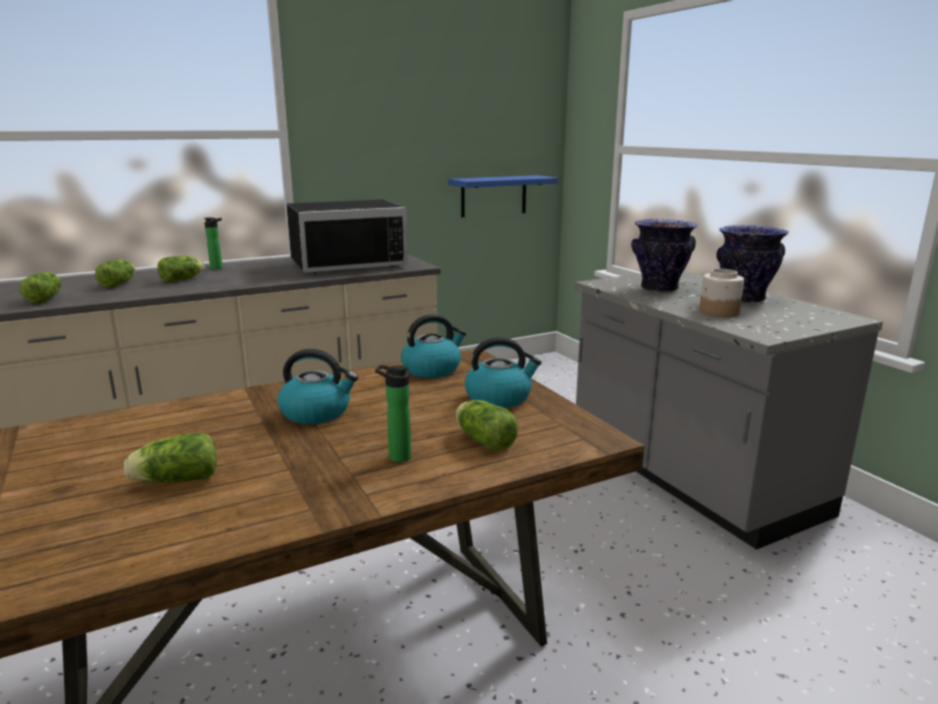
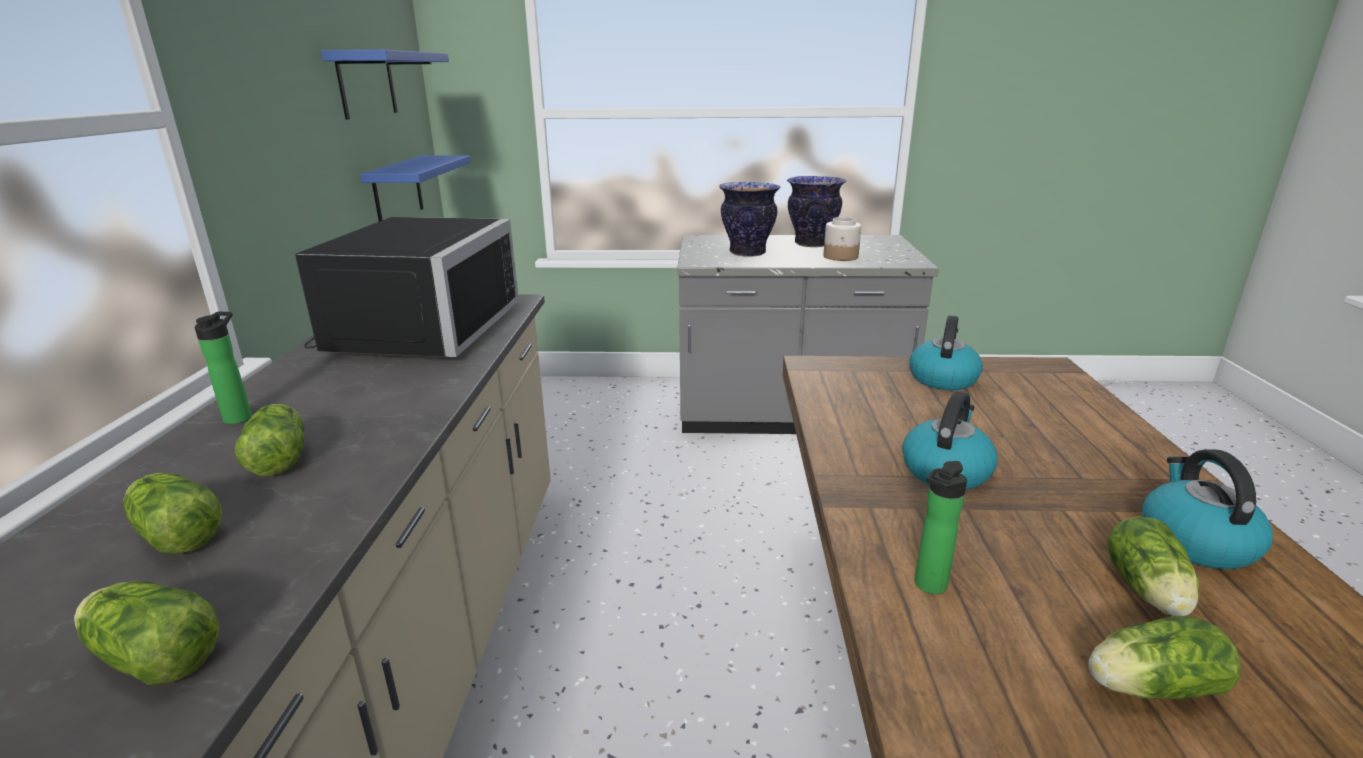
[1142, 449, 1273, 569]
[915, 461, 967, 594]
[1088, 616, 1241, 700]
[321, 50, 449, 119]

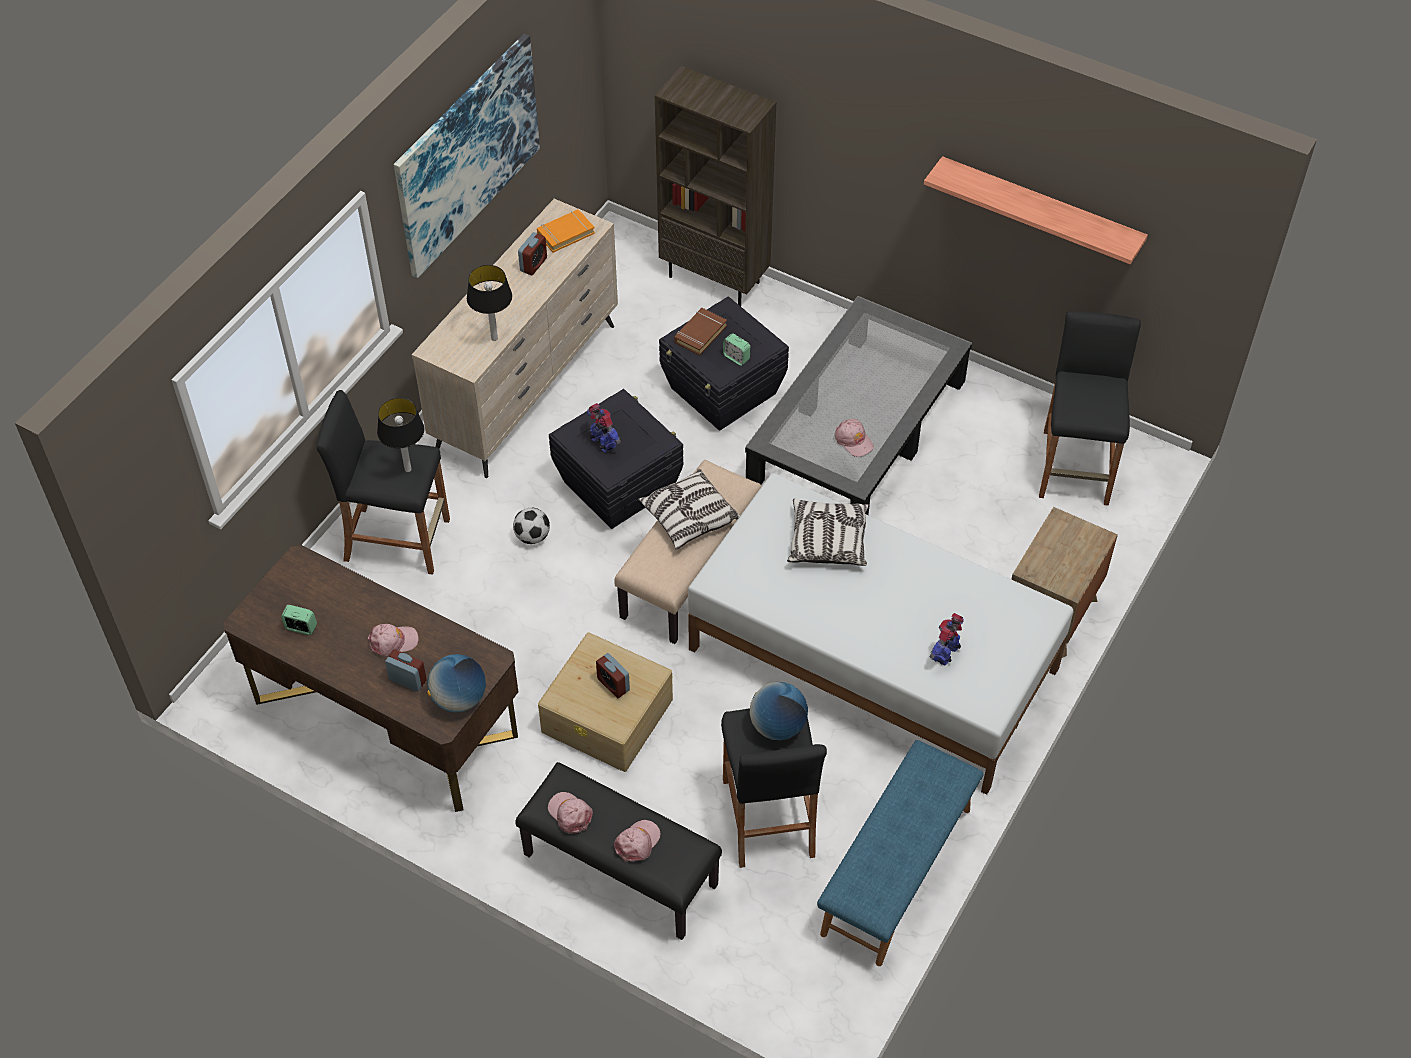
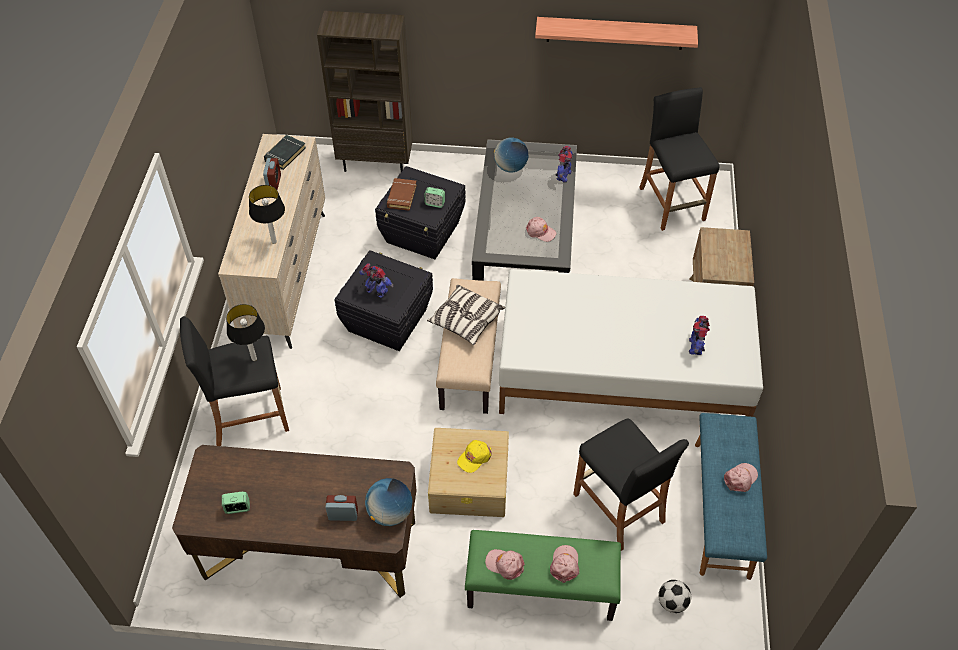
[394, 34, 540, 278] (first image)
[264, 135, 306, 170]
[787, 498, 869, 566] (first image)
[658, 580, 691, 613]
[724, 463, 758, 492]
[457, 440, 492, 473]
[494, 138, 528, 172]
[465, 530, 621, 621]
[556, 146, 573, 182]

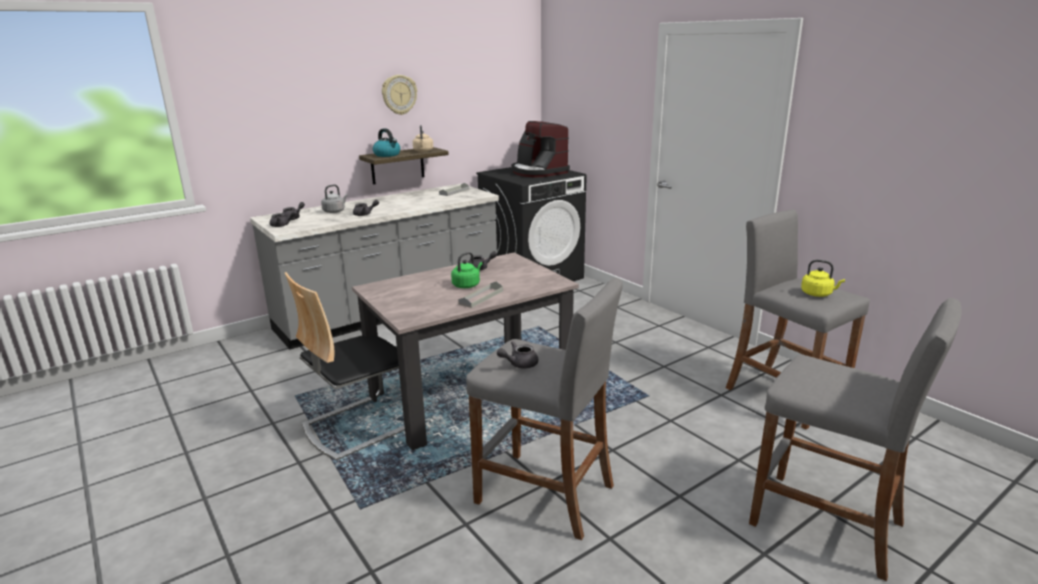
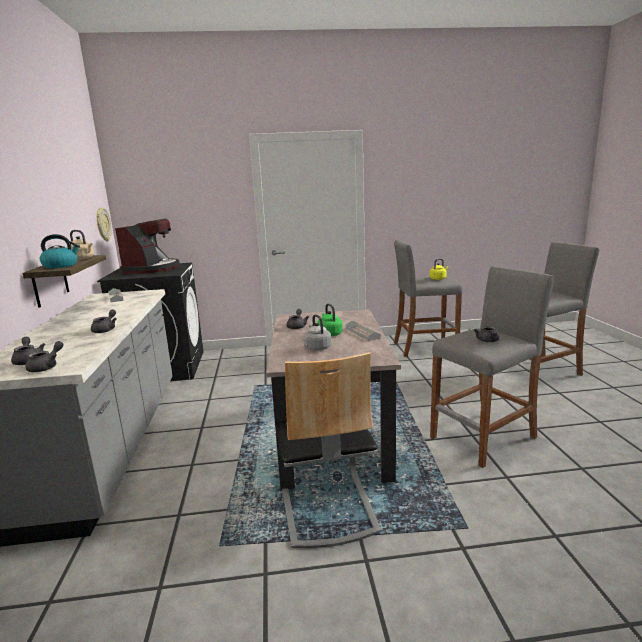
[96, 207, 112, 241]
[115, 219, 180, 274]
[303, 314, 331, 351]

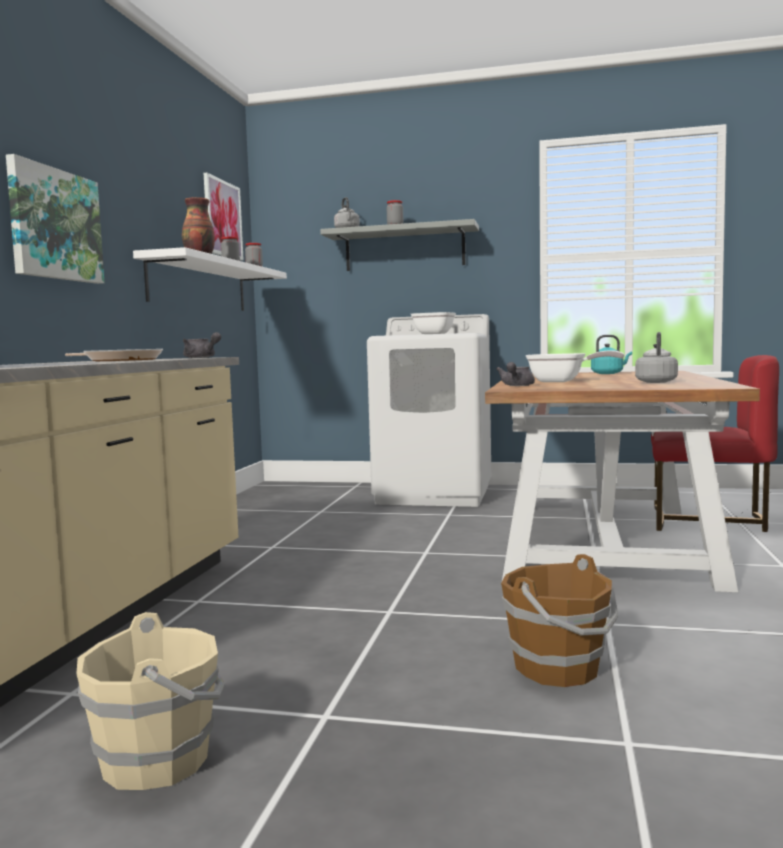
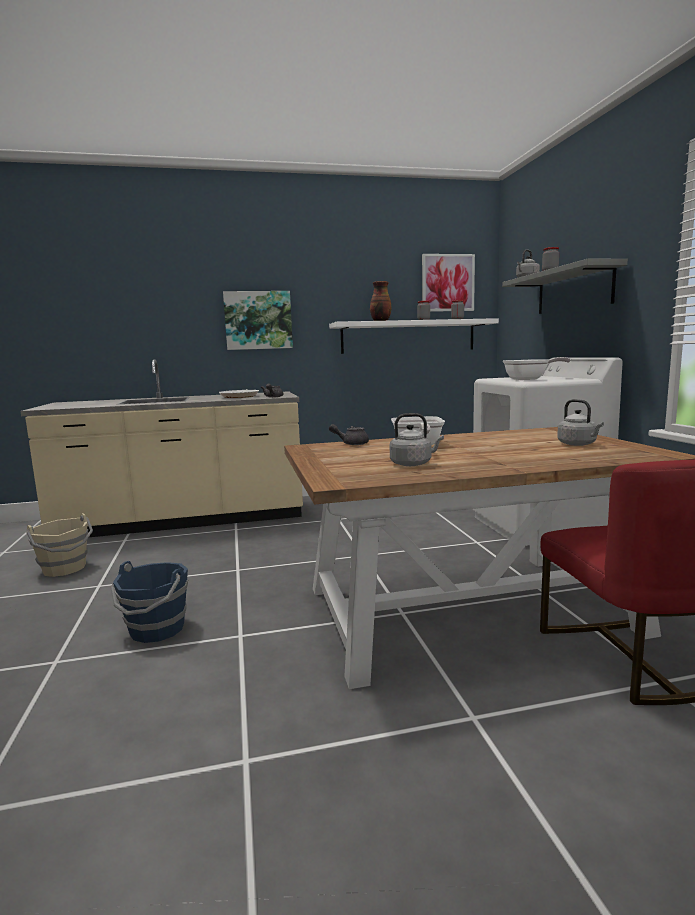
[557, 399, 604, 446]
[110, 561, 188, 643]

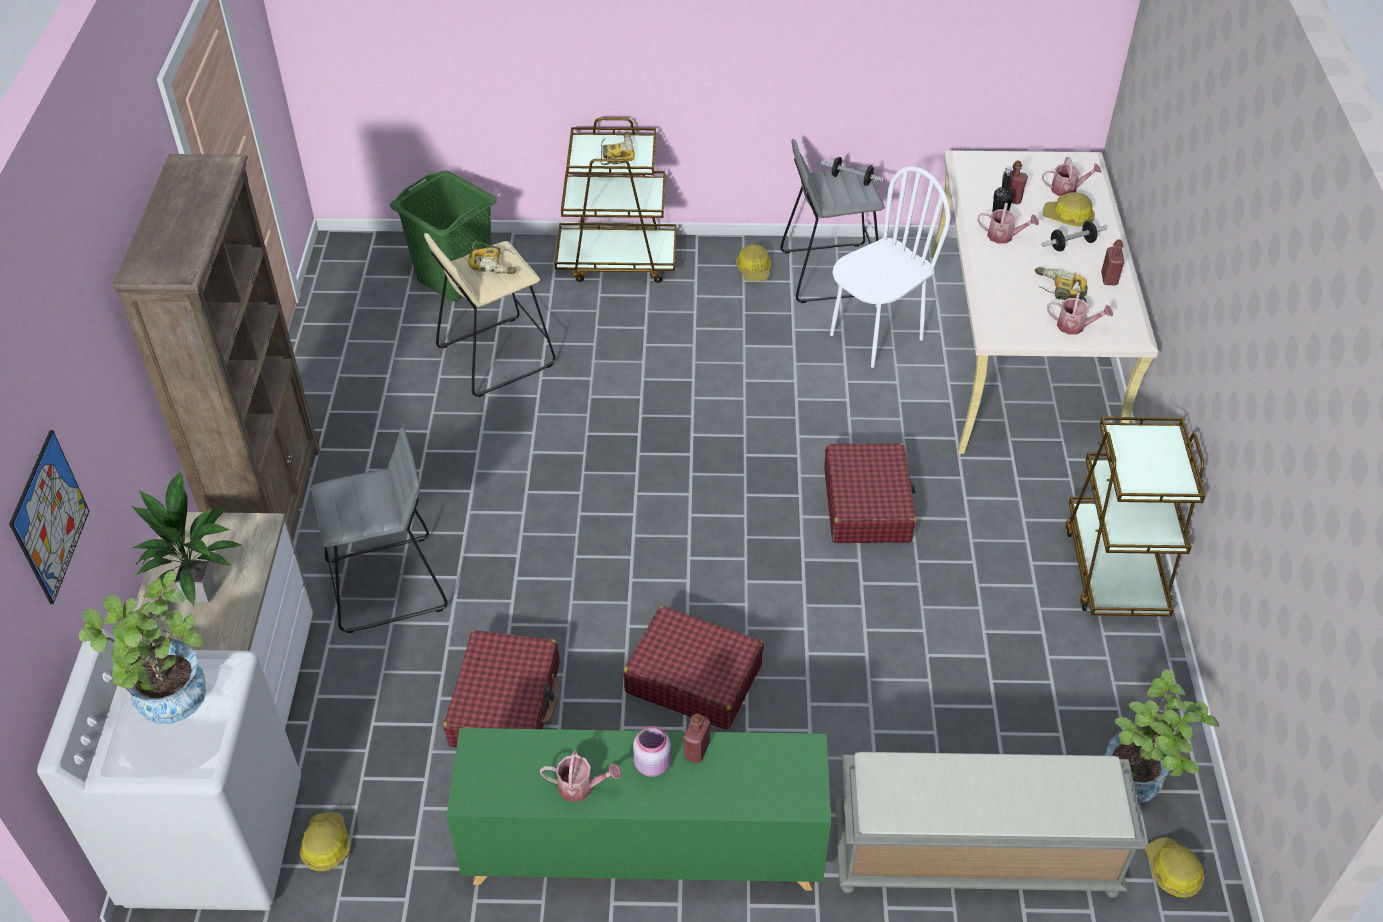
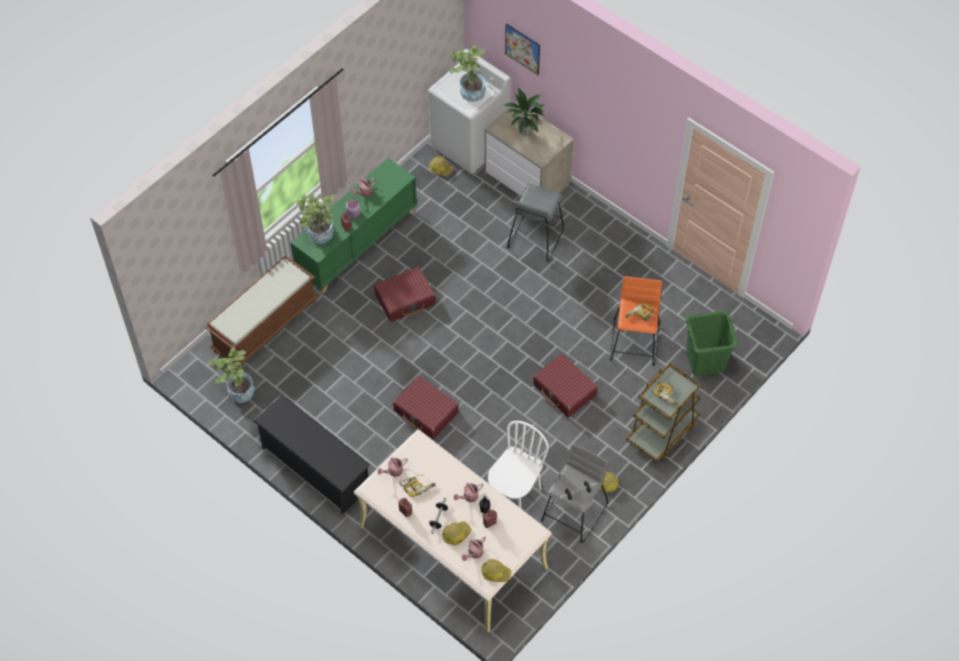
[113, 154, 320, 537] (first image)
[488, 421, 549, 508]
[609, 276, 662, 366]
[253, 394, 370, 514]
[533, 354, 598, 418]
[206, 256, 318, 369]
[481, 559, 512, 582]
[297, 193, 335, 244]

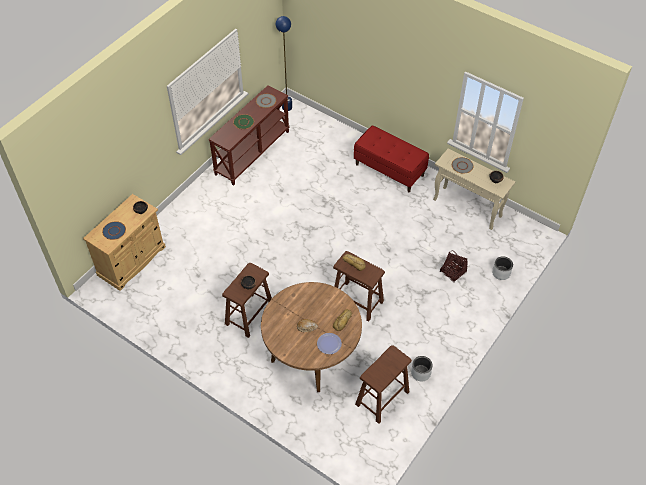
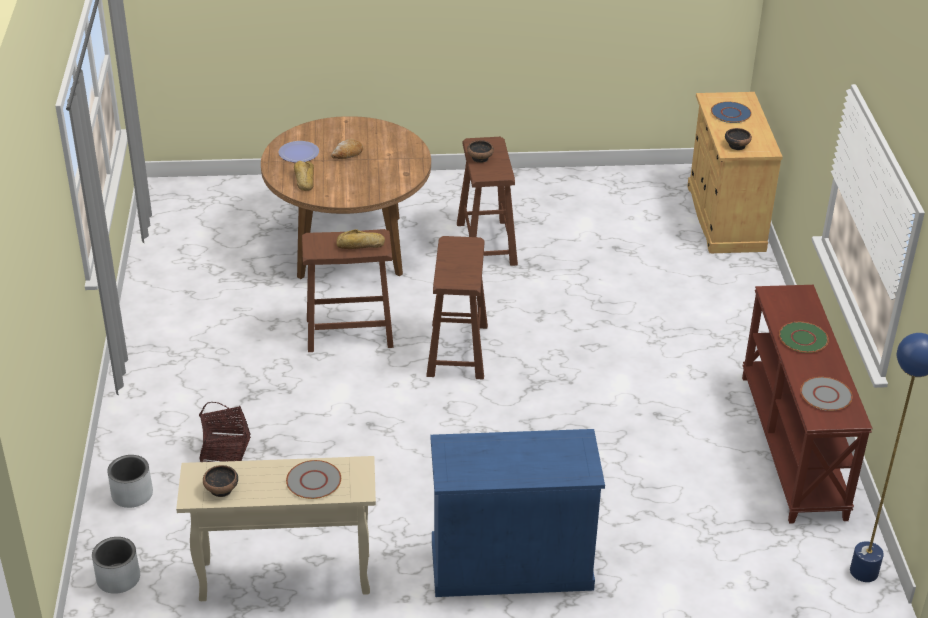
[430, 429, 605, 597]
[426, 236, 488, 379]
[92, 537, 140, 594]

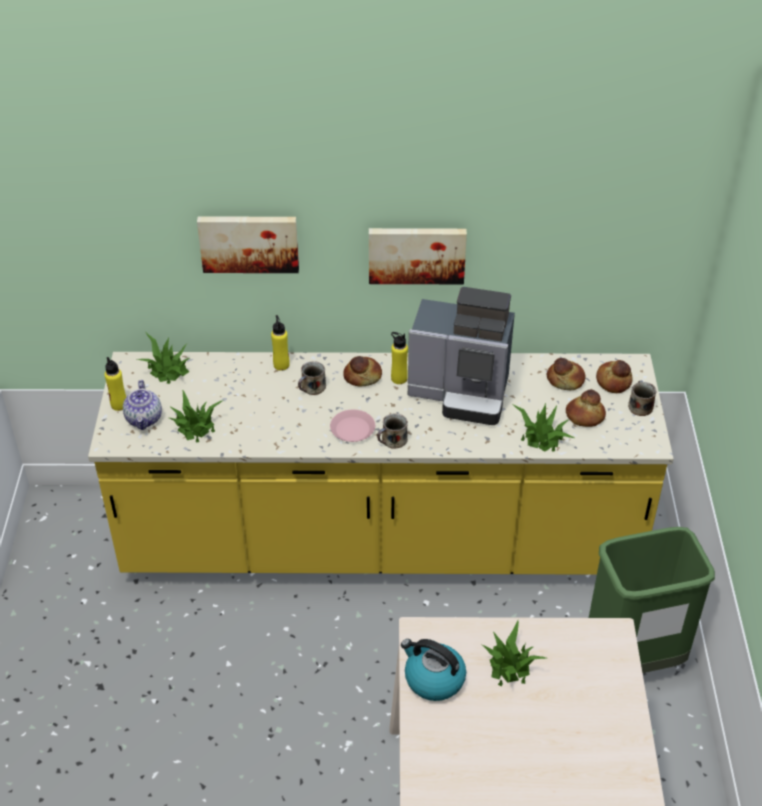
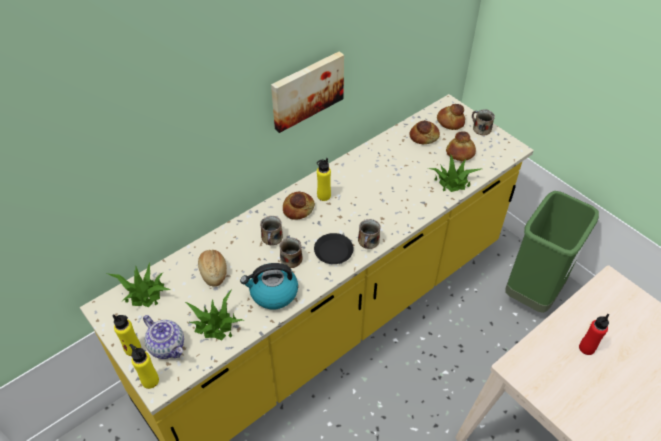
[197, 216, 299, 273] (first image)
[408, 287, 515, 425] (first image)
[129, 344, 159, 389]
[314, 233, 354, 264]
[579, 314, 609, 355]
[240, 263, 298, 309]
[279, 236, 303, 268]
[198, 250, 227, 287]

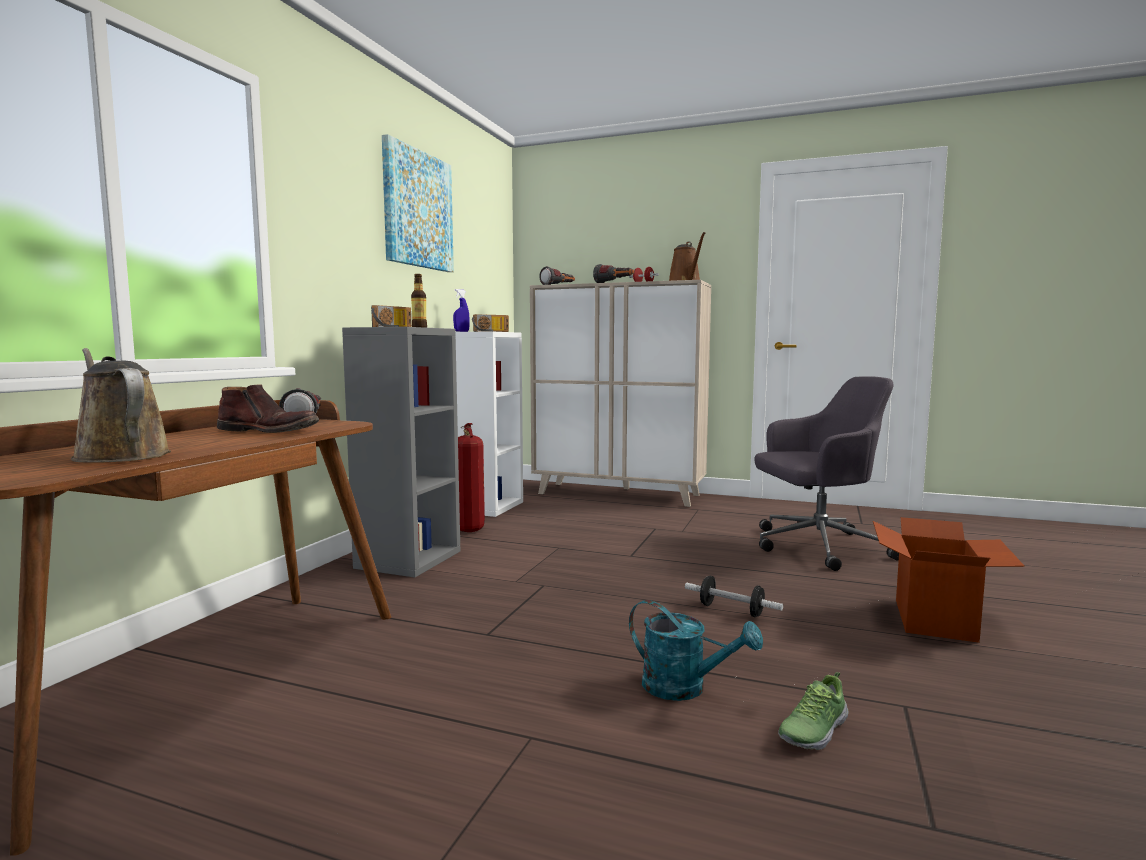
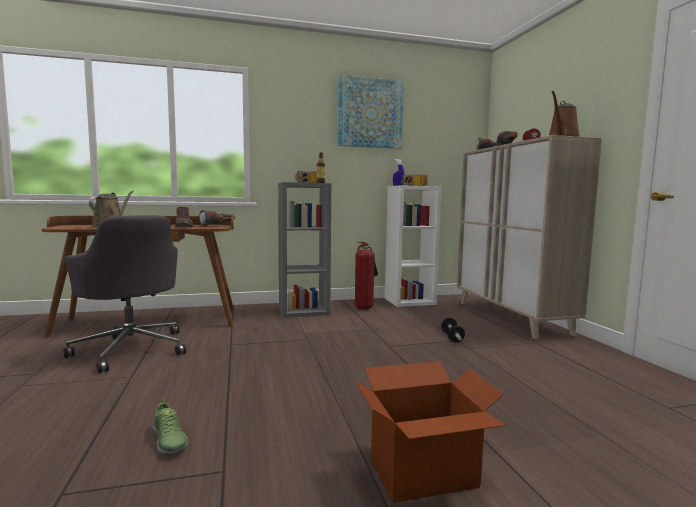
[63, 215, 186, 373]
[441, 318, 465, 342]
[629, 600, 763, 701] (first image)
[152, 400, 188, 454]

